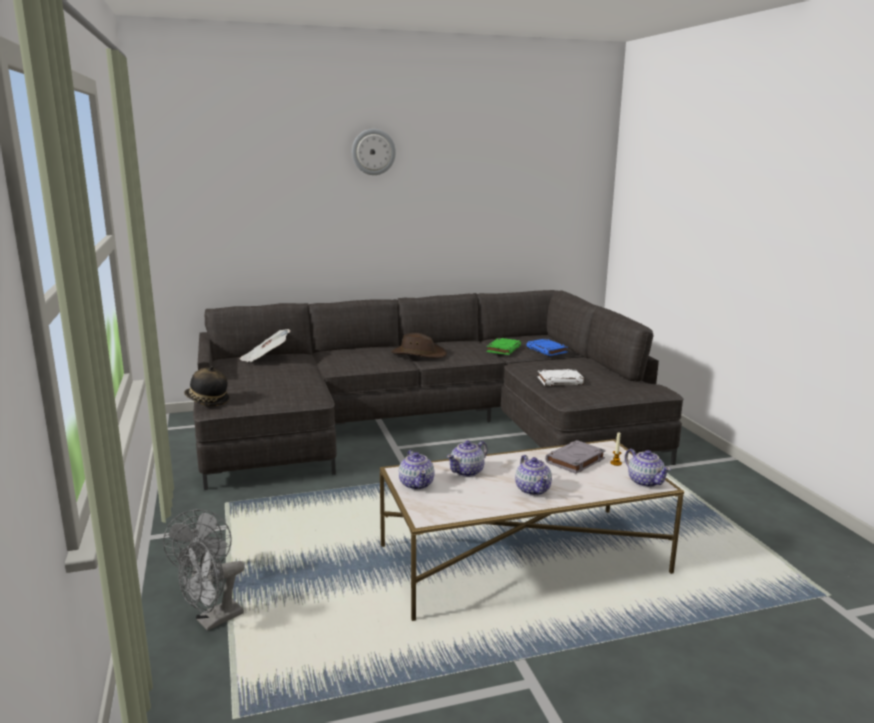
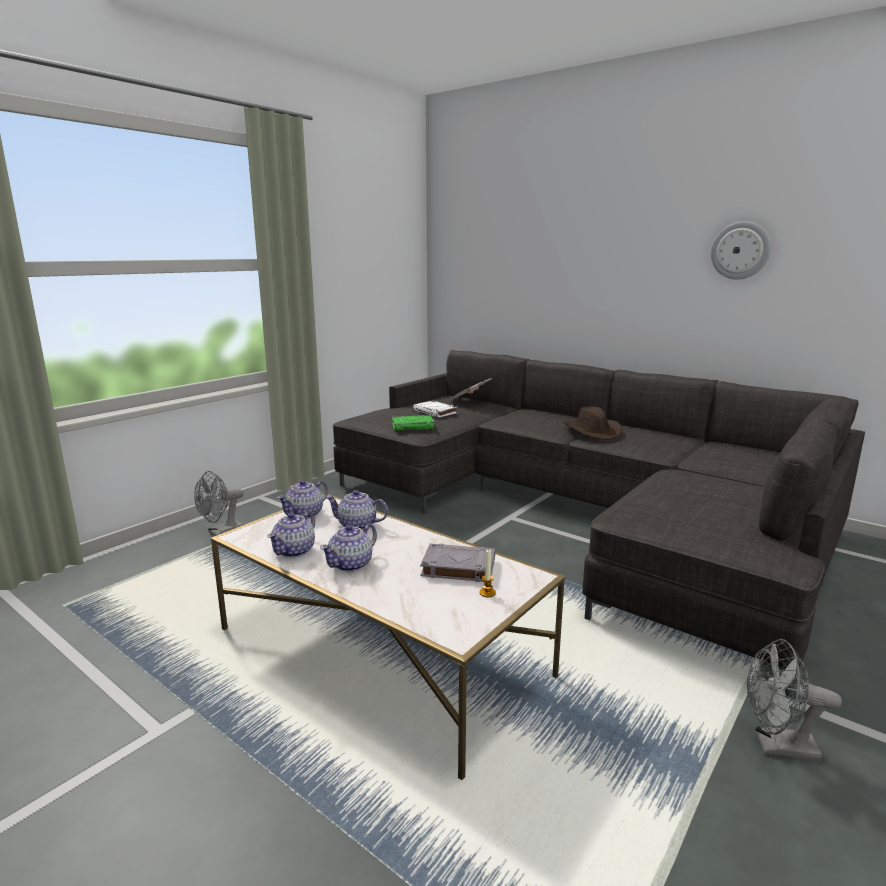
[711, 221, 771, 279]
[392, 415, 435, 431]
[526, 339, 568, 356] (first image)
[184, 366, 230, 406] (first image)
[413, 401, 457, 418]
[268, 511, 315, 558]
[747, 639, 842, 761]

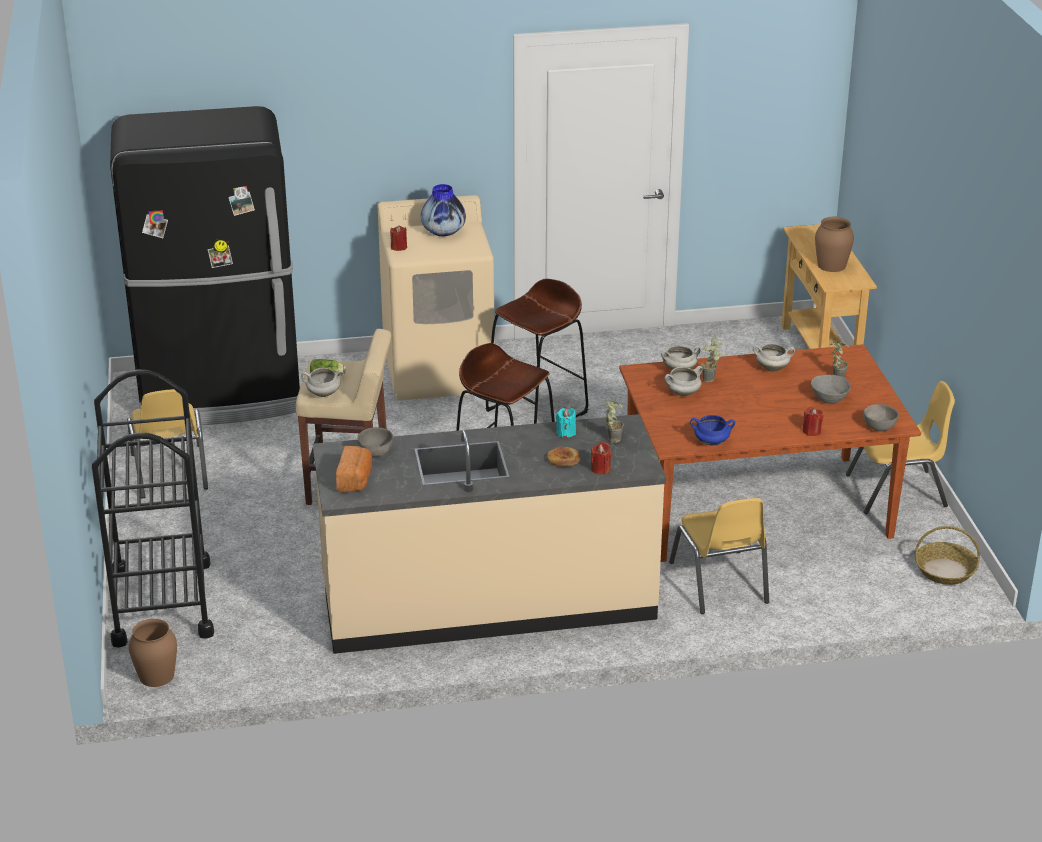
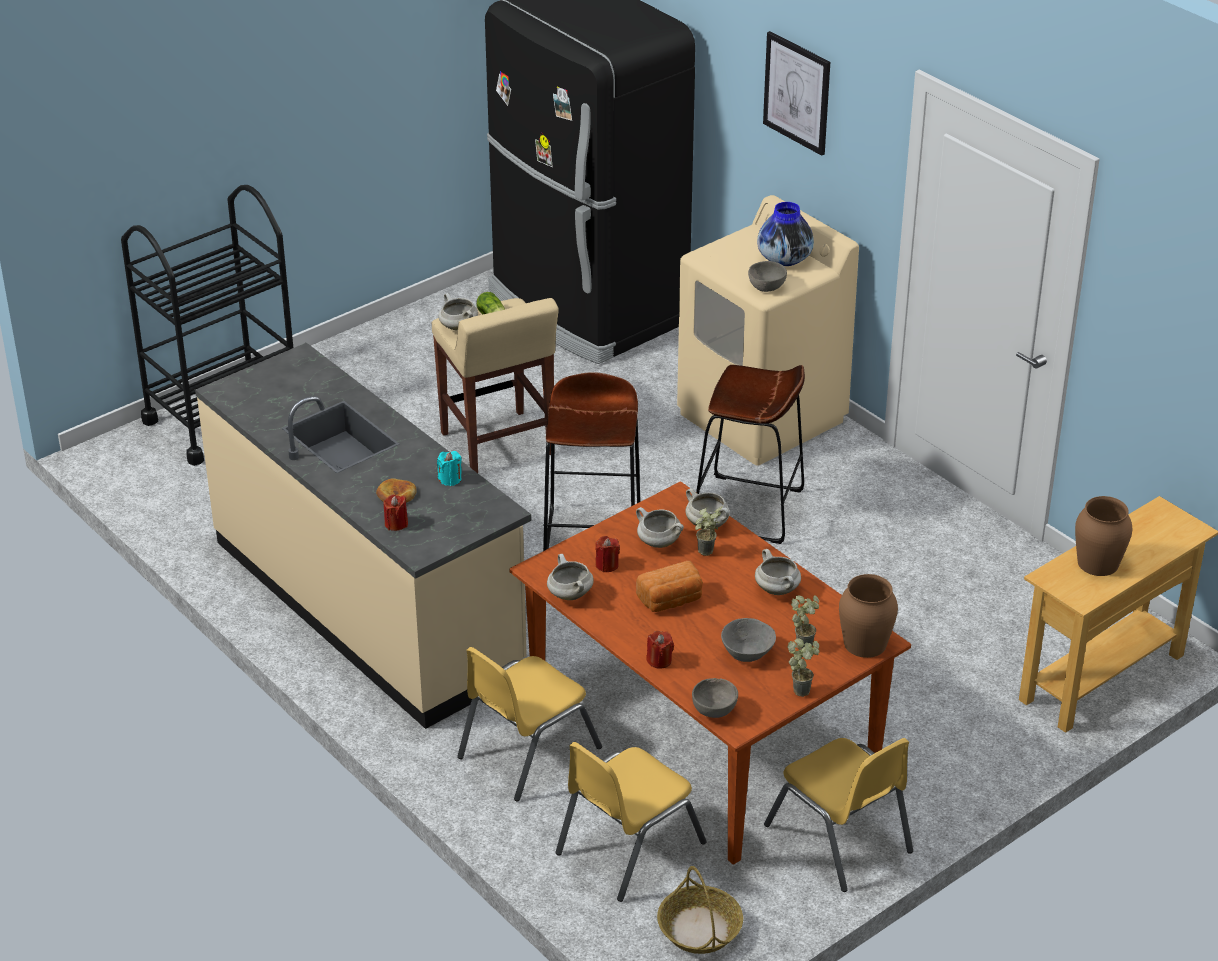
[595, 536, 620, 572]
[555, 742, 707, 902]
[787, 638, 820, 697]
[547, 554, 594, 600]
[748, 261, 787, 292]
[636, 561, 703, 612]
[839, 574, 898, 658]
[763, 31, 830, 156]

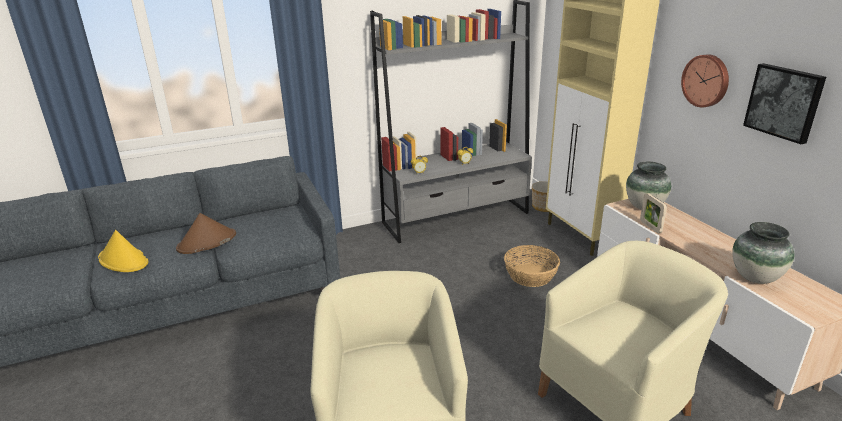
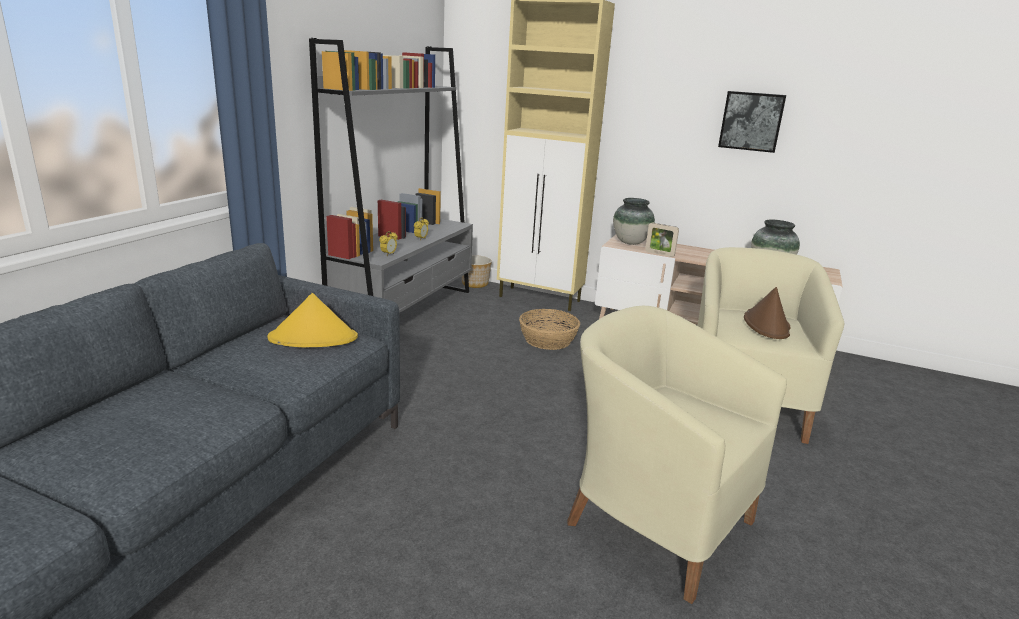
[681, 54, 729, 107] (first image)
[744, 287, 790, 339]
[267, 293, 358, 347]

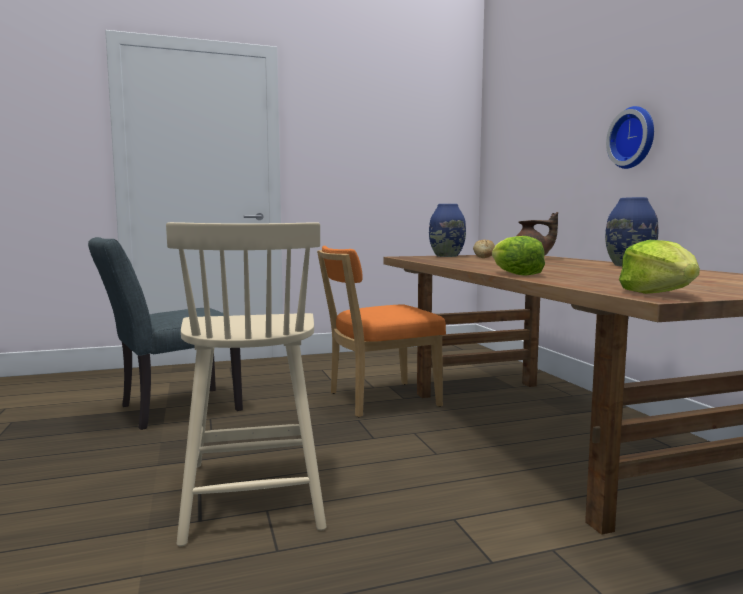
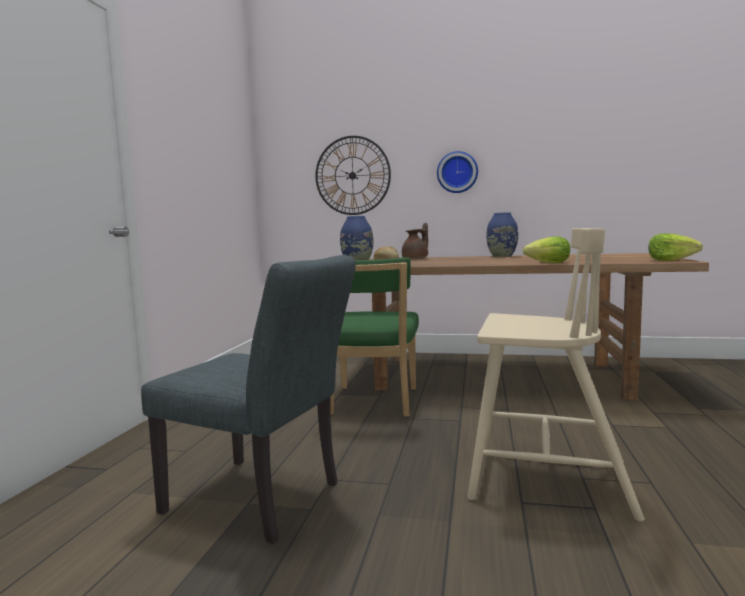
[141, 255, 356, 544]
[317, 257, 419, 417]
[316, 136, 391, 215]

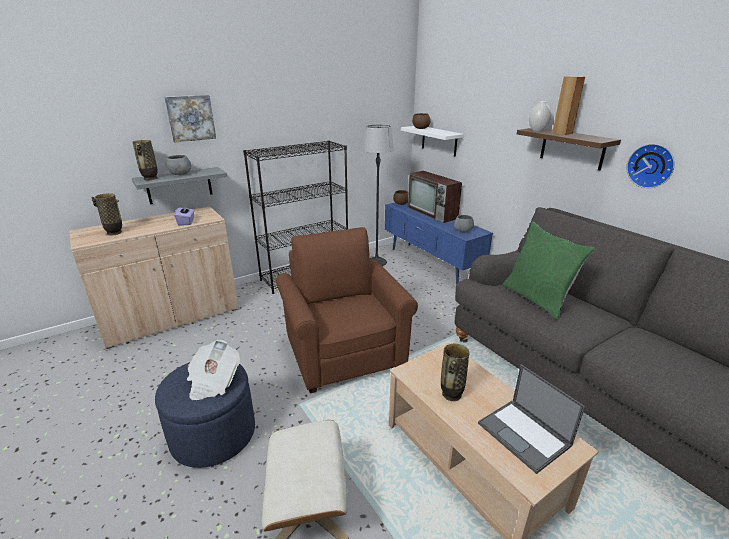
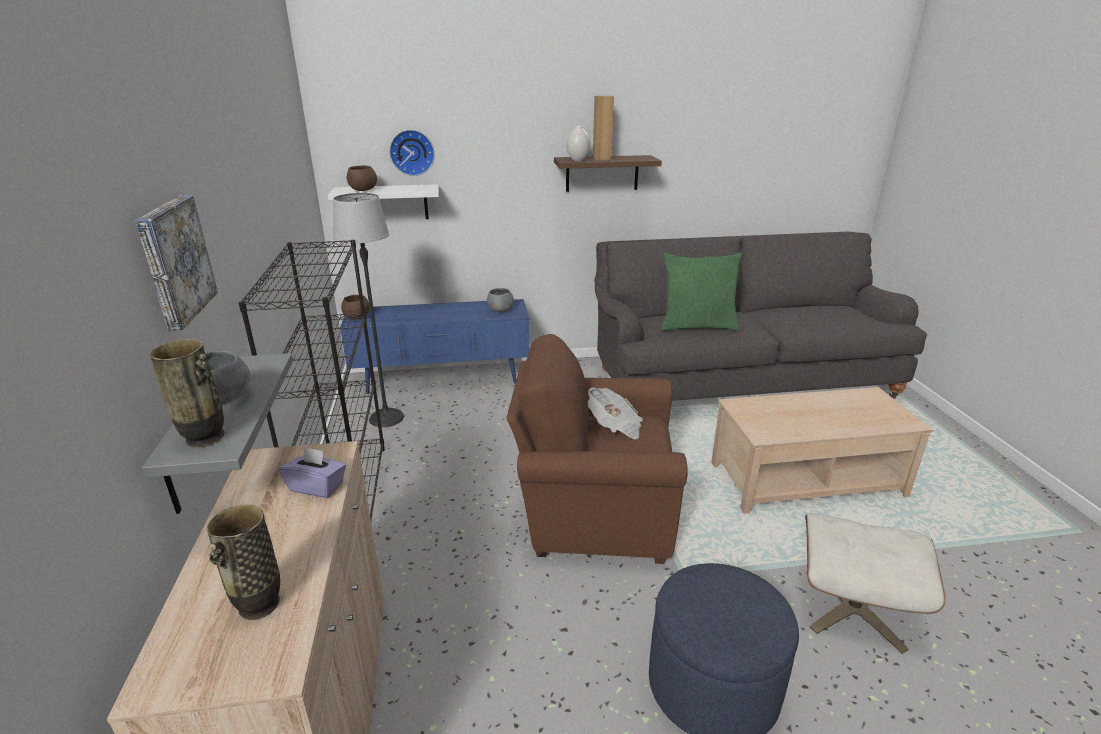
[389, 130, 435, 176]
[408, 171, 462, 223] (first image)
[588, 387, 643, 439]
[441, 344, 470, 401] (first image)
[478, 364, 585, 474] (first image)

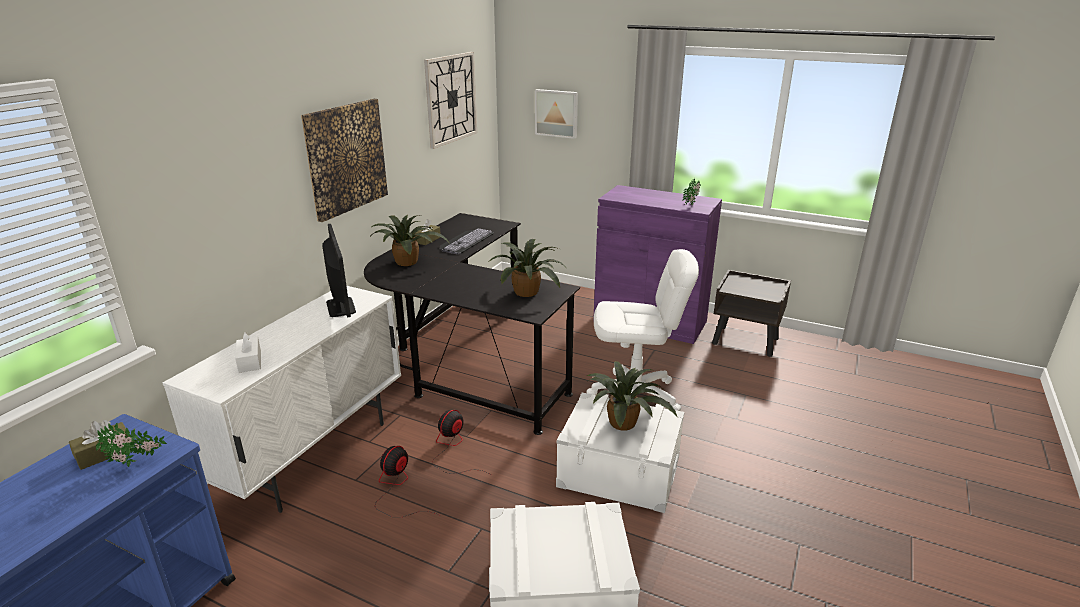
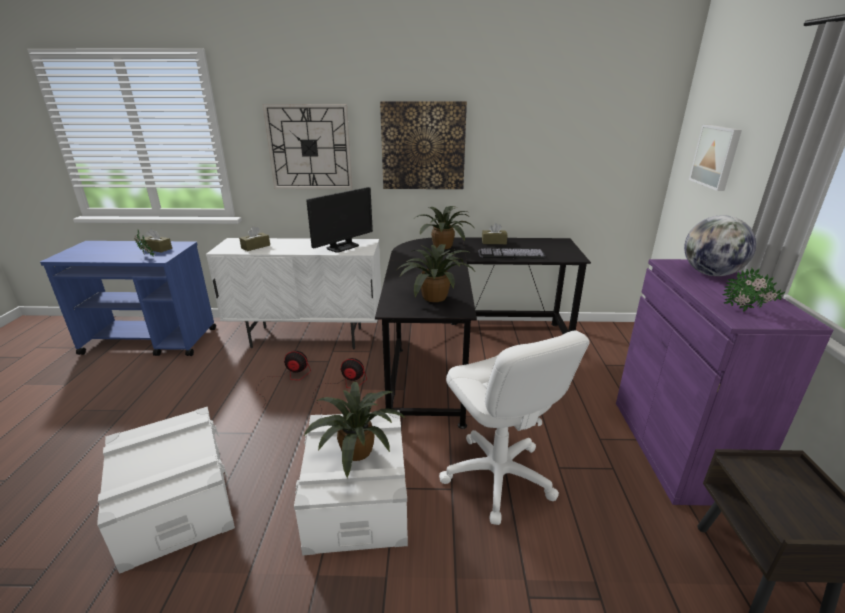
[263, 104, 353, 189]
[239, 226, 270, 251]
[684, 215, 756, 276]

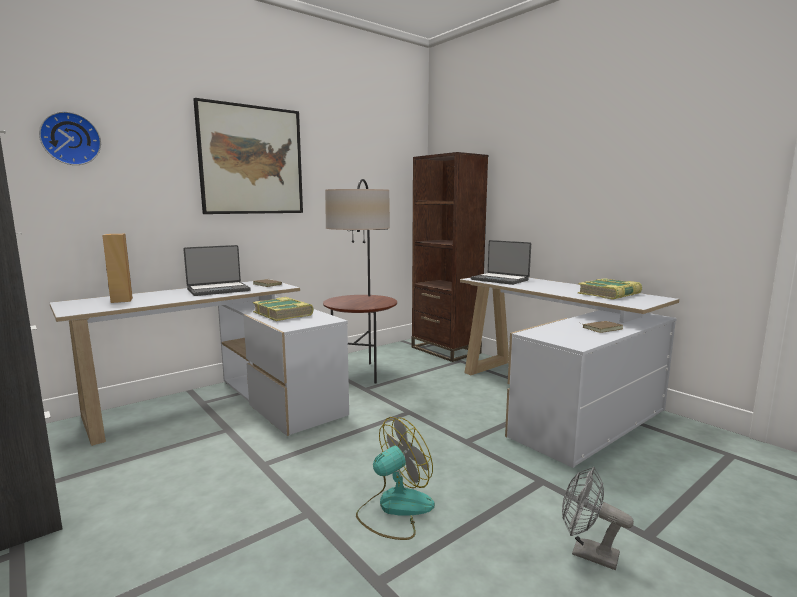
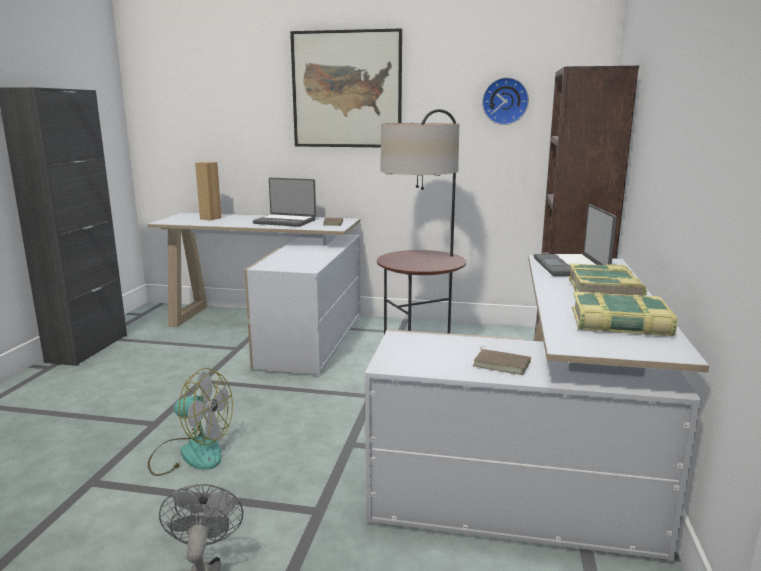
[482, 77, 529, 125]
[568, 264, 647, 296]

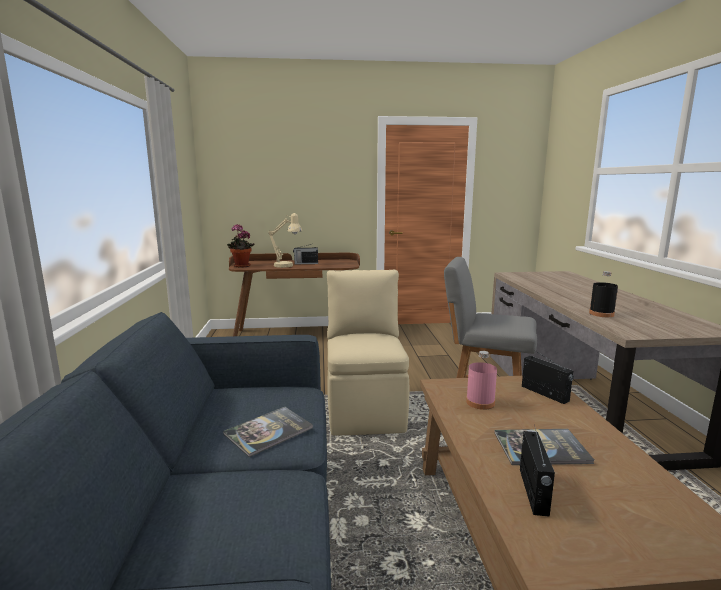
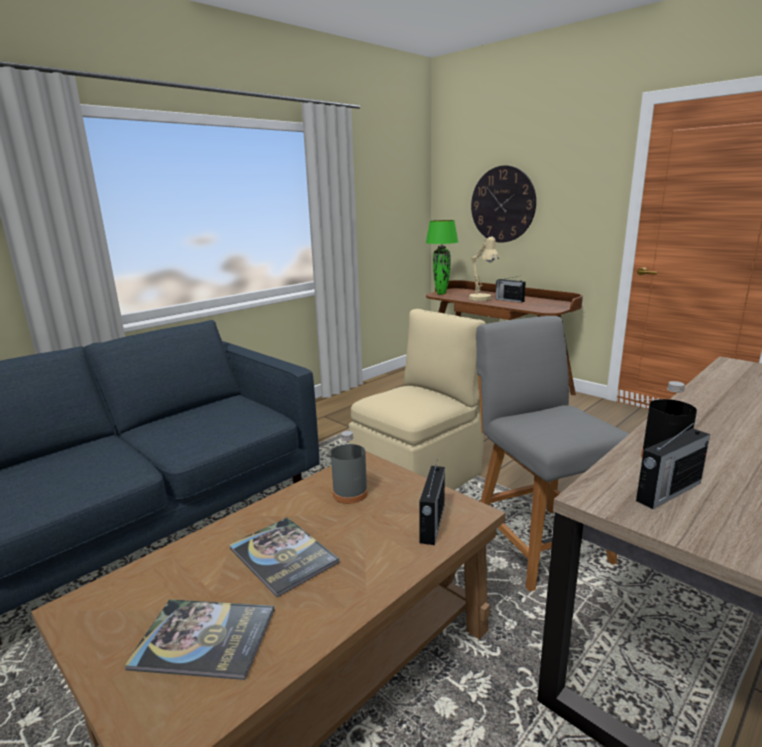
[426, 220, 458, 295]
[331, 431, 368, 504]
[124, 599, 274, 680]
[636, 419, 710, 509]
[471, 165, 536, 243]

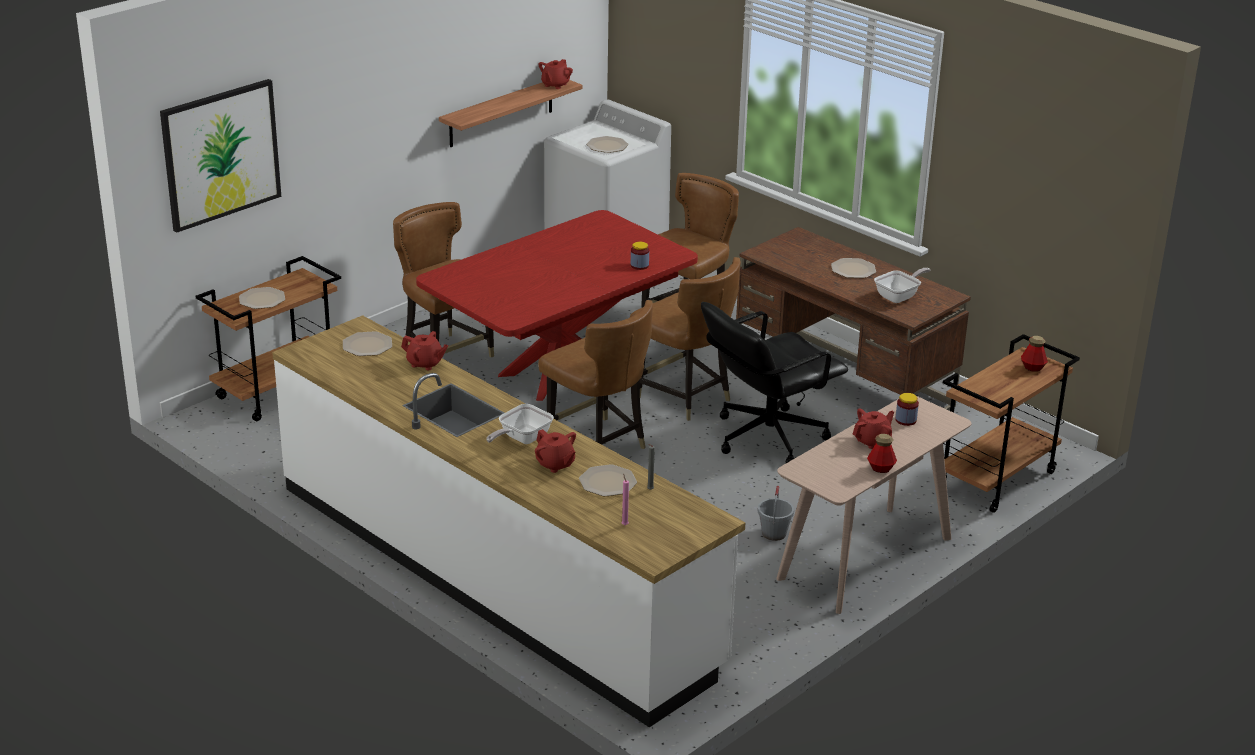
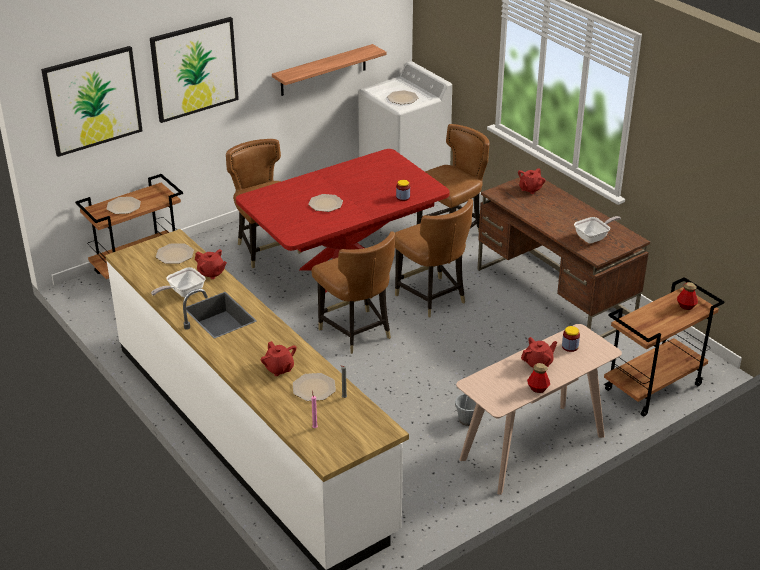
[518, 168, 545, 194]
[308, 194, 343, 212]
[701, 302, 848, 463] (first image)
[151, 267, 206, 297]
[150, 17, 239, 123]

